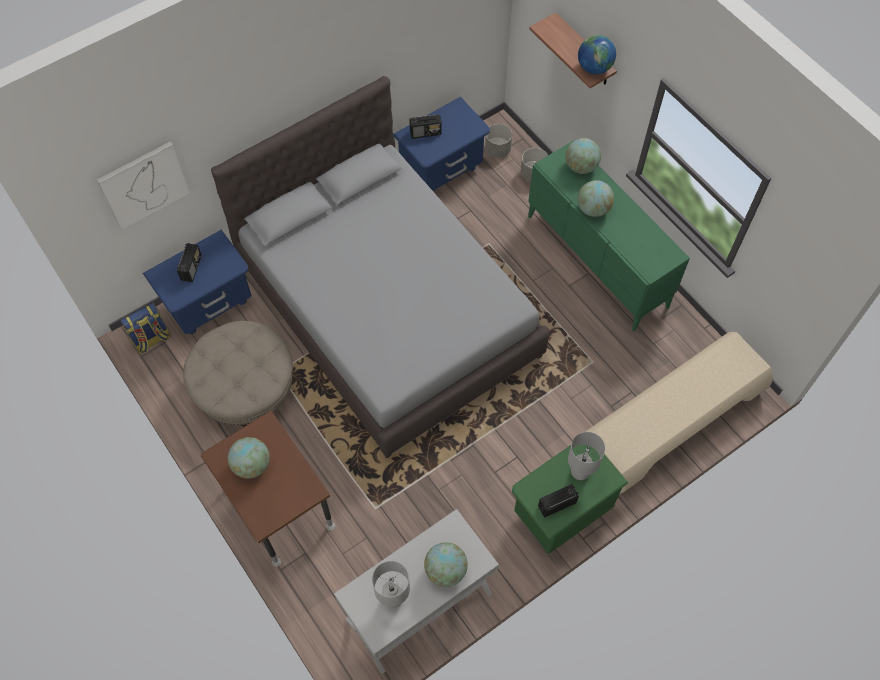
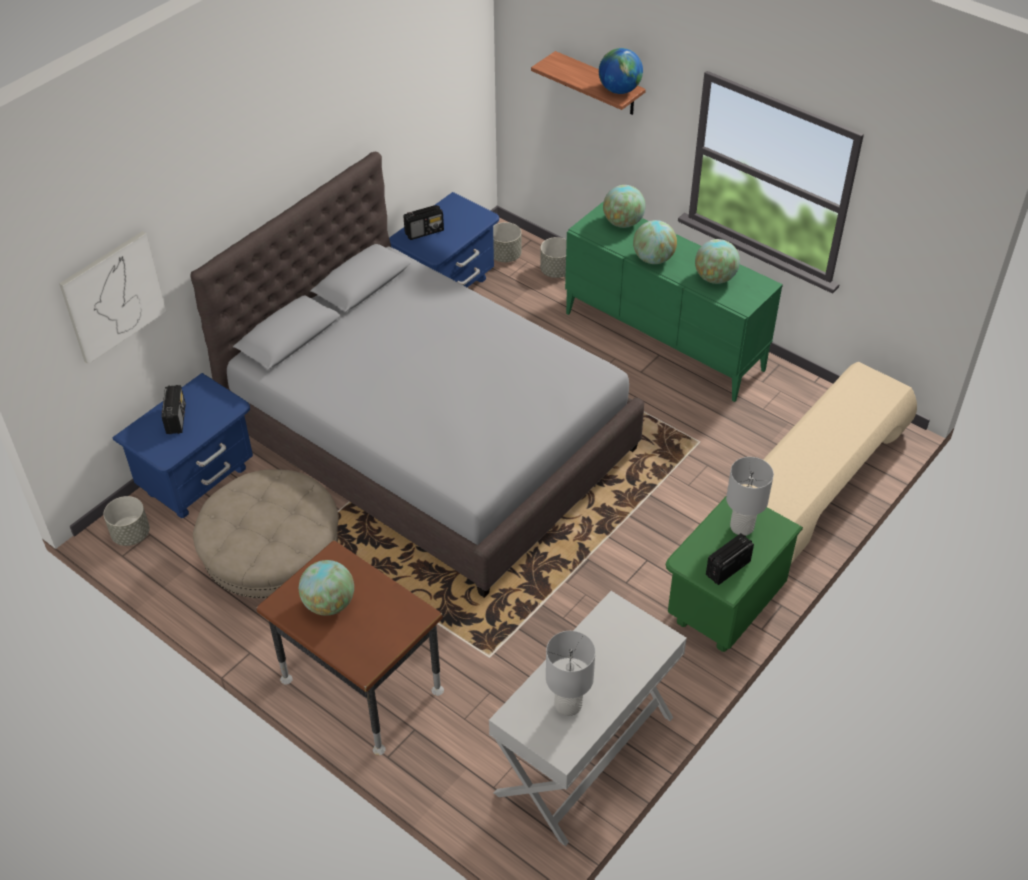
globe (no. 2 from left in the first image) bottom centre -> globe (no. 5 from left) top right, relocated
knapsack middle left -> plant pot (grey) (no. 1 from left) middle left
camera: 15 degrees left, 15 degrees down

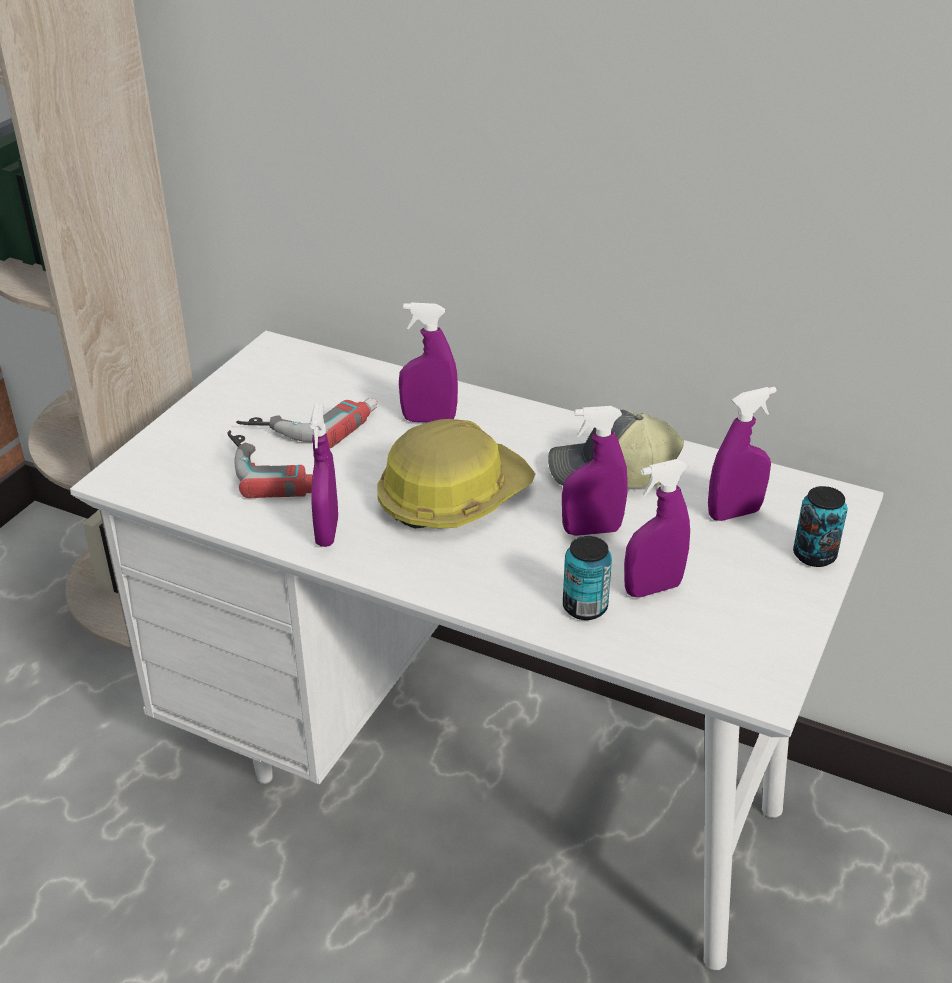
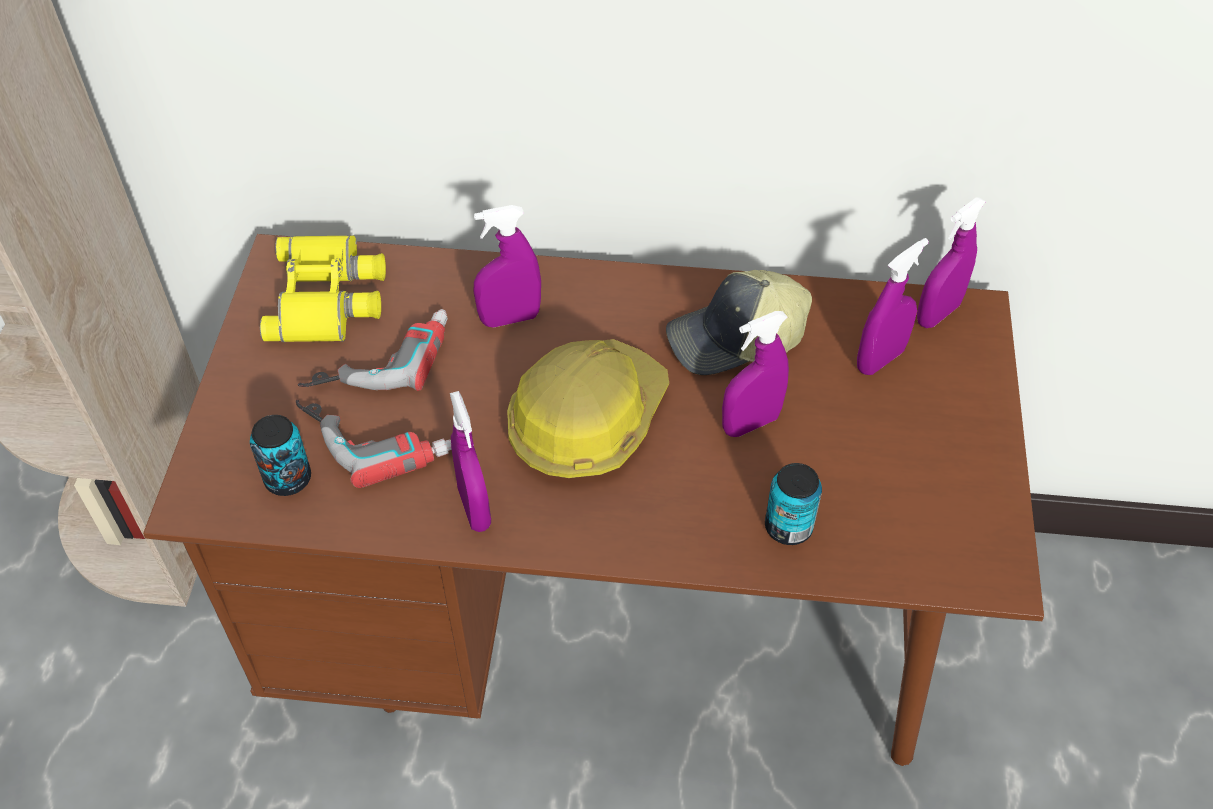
none -> field glasses (yellow-coloured) middle left
spray bottle (purplish) (no. 4 from left in the first image) middle right -> spray bottle (purplish) (no. 5 from left) top right, relocated
can (no. 2 from left in the first image) middle right -> can (no. 1 from left) middle left, relocated
desk unit (white-coloured) centre -> desk unit (brownish) centre
camera: 20 degrees left, 15 degrees up

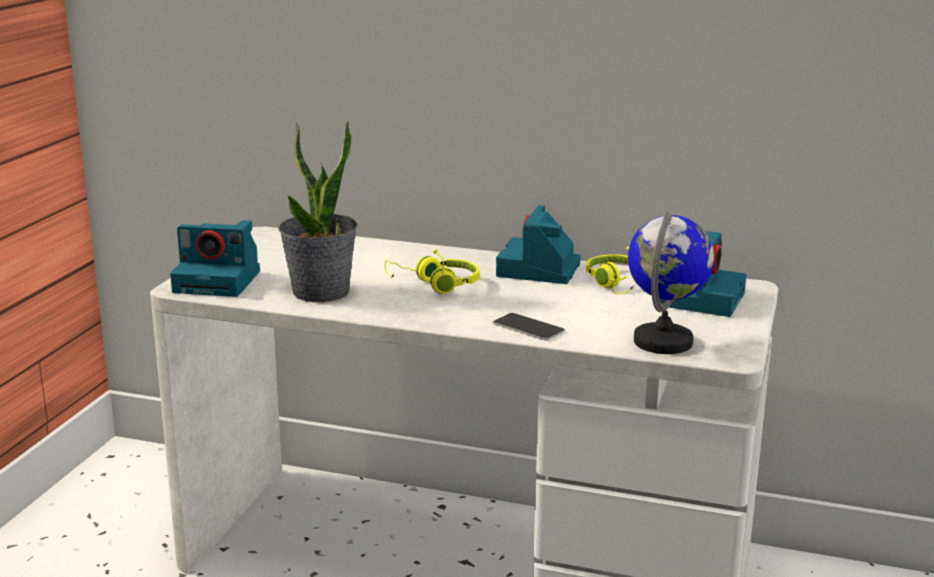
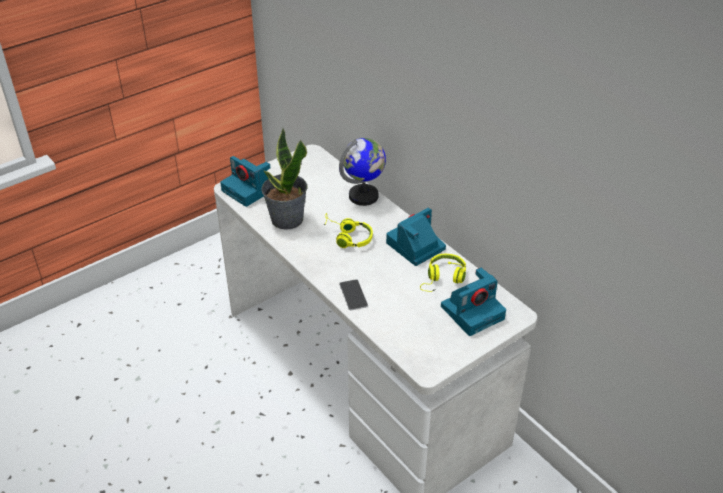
globe middle right -> globe centre, relocated
camera: 35 degrees right, 20 degrees up

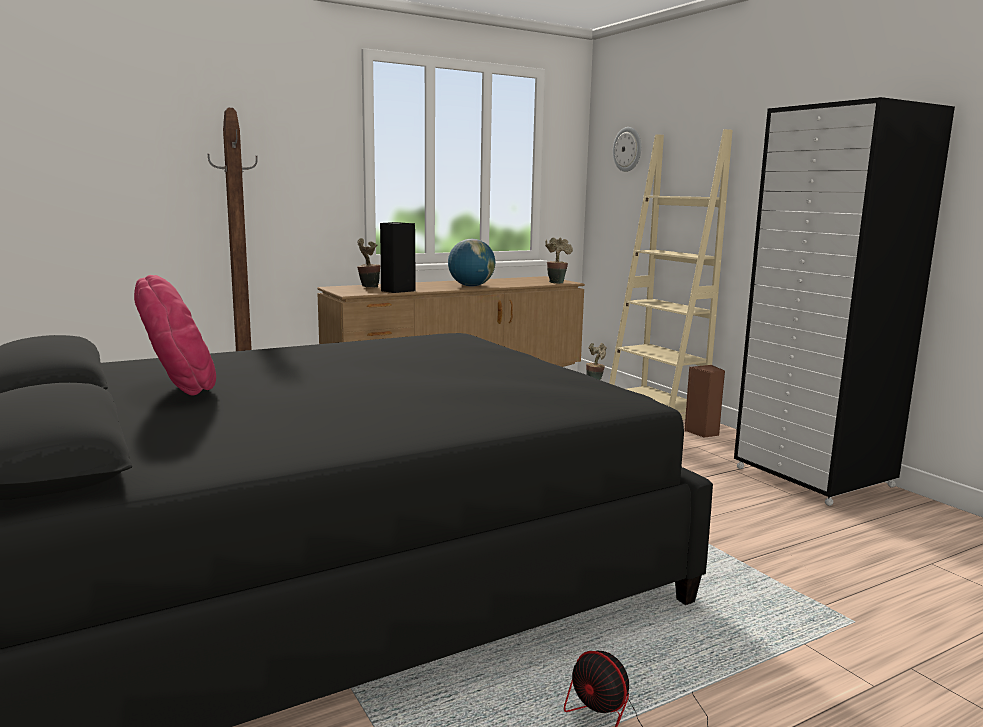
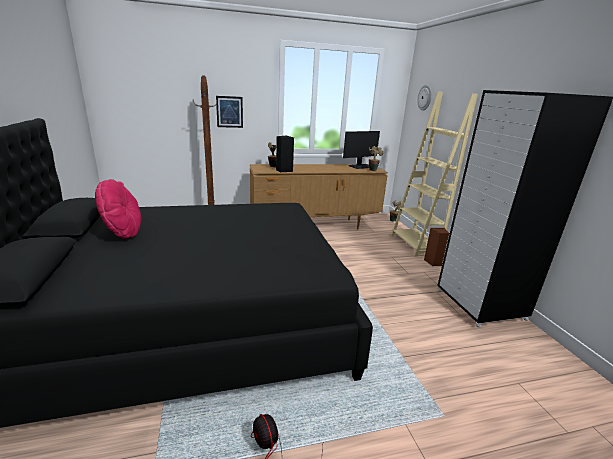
globe centre -> none
none -> wall picture top centre
none -> computer screen top centre
camera: 15 degrees right, 10 degrees up

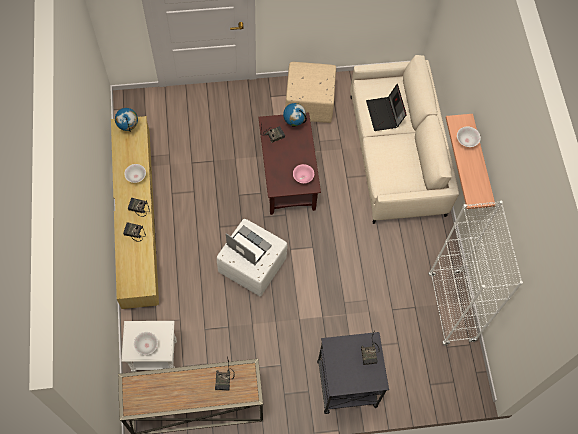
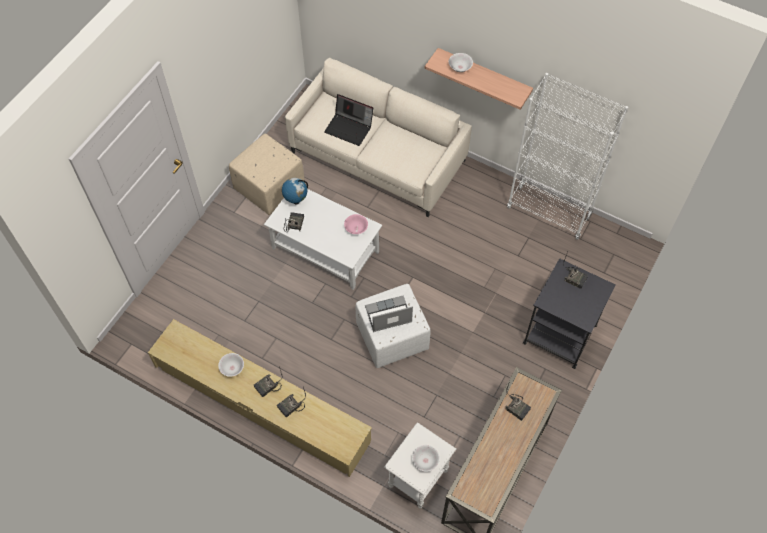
globe (no. 1 from left) top left -> none
coffee table (brownish) centre -> coffee table (white-coloured) centre
camera: 50 degrees left, 5 degrees down

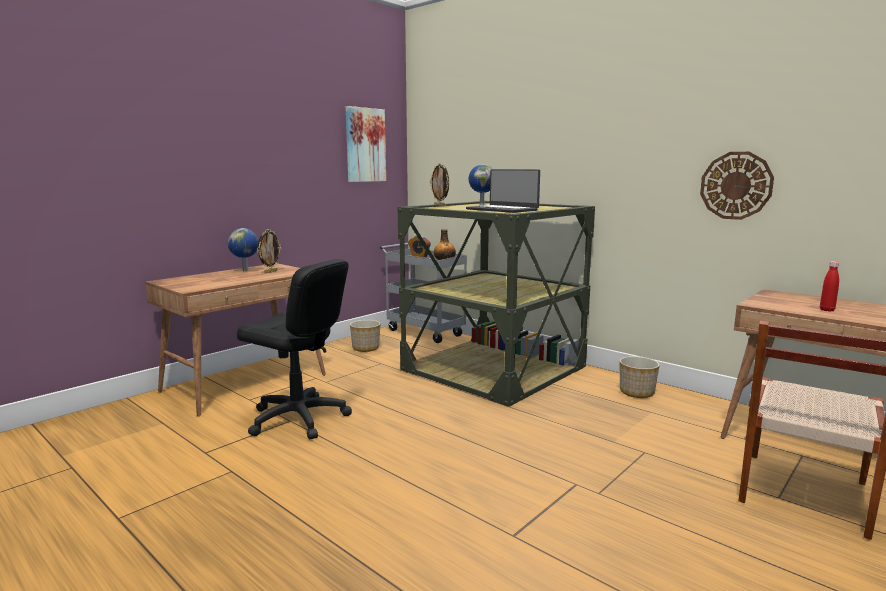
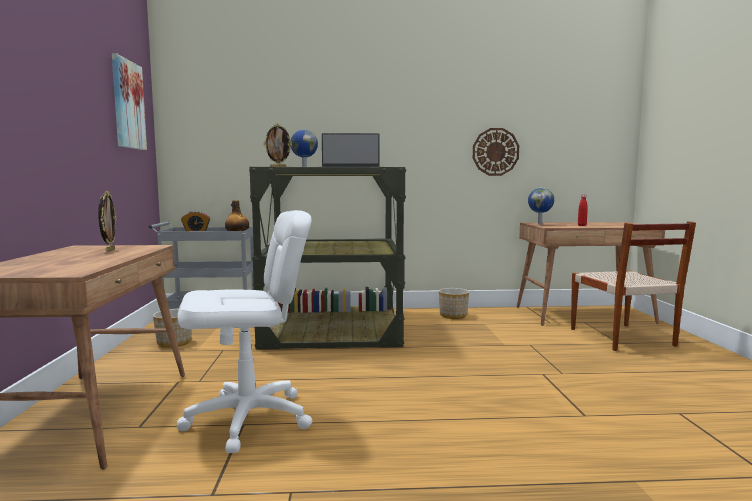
globe (no. 1 from left in the first image) middle left -> globe (no. 2 from left) middle right, relocated
computer chair (black) middle left -> computer chair (white-coloured) middle left
camera: 45 degrees left, 5 degrees down

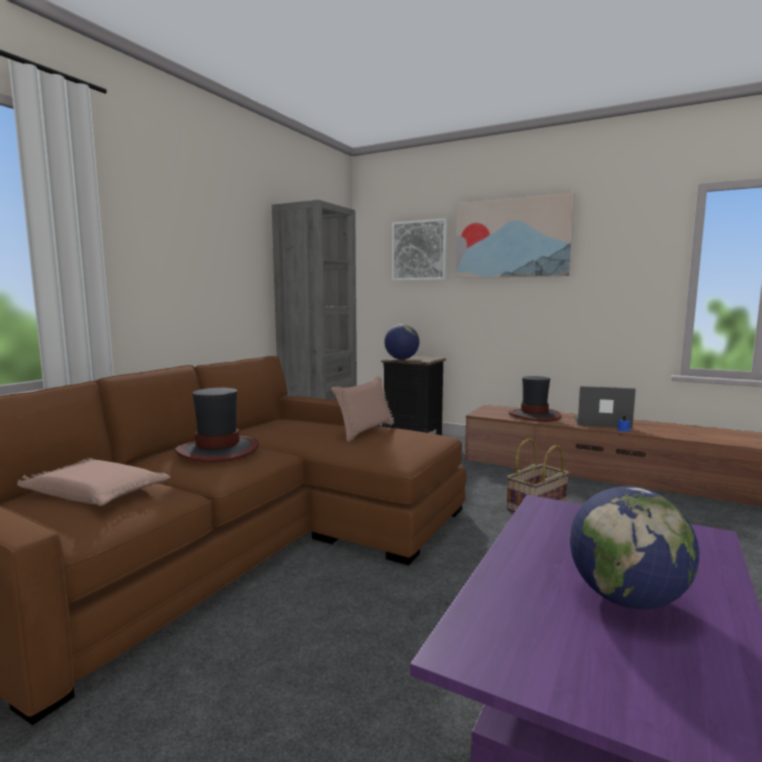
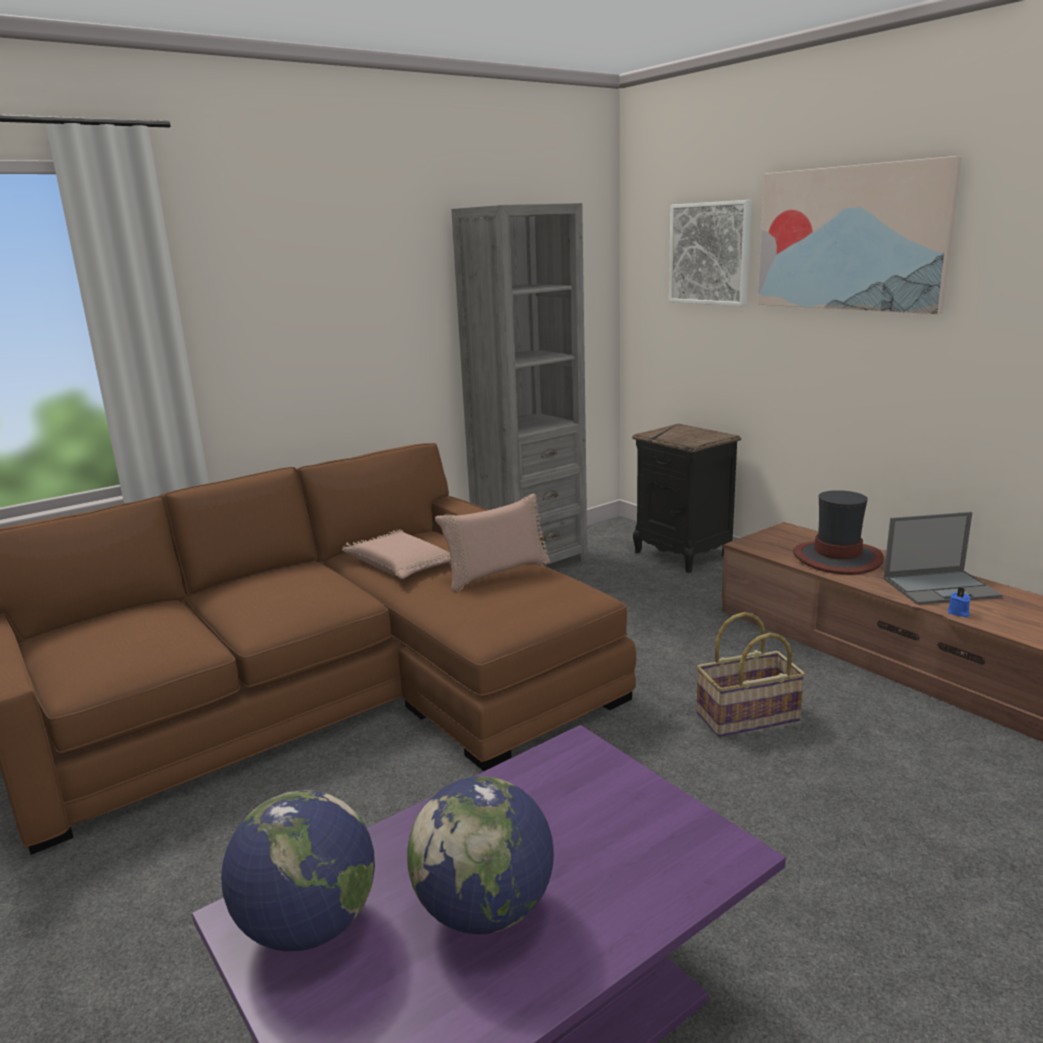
clothing hat (no. 1 from left) middle left -> none
throw pillow (sand-coloured) (no. 1 from left) middle left -> throw pillow (sand-coloured) (no. 1 from left) centre, relocated
globe (no. 1 from left) centre -> globe (no. 1 from left) bottom left, relocated
laptop middle right, 135 degrees clockwise
camera: 25 degrees right, 10 degrees up

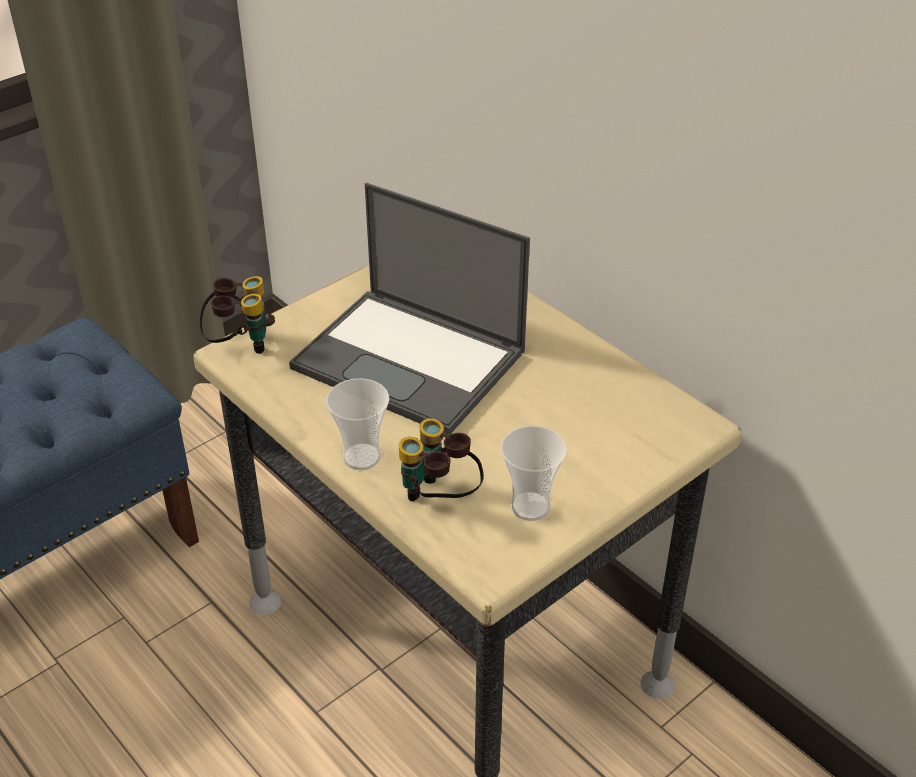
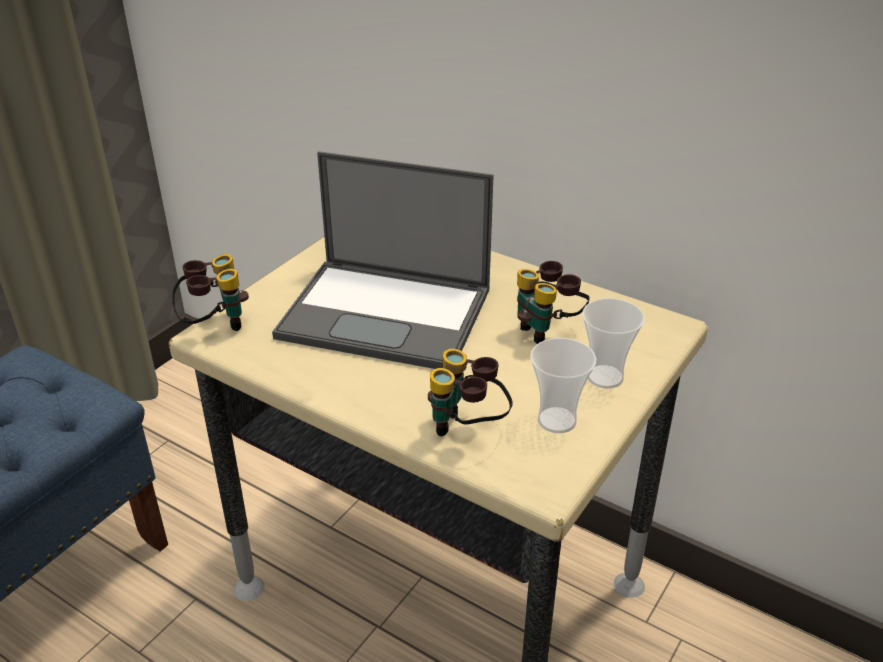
none -> field glasses (no. 3 from left) centre
cup (no. 1 from left in the first image) centre -> cup (no. 2 from left) middle right, relocated
camera: 15 degrees left, 5 degrees down

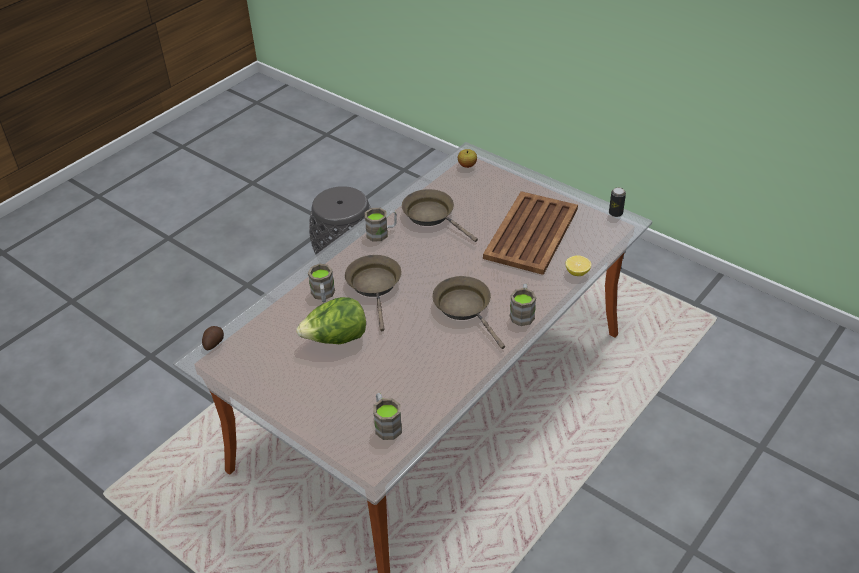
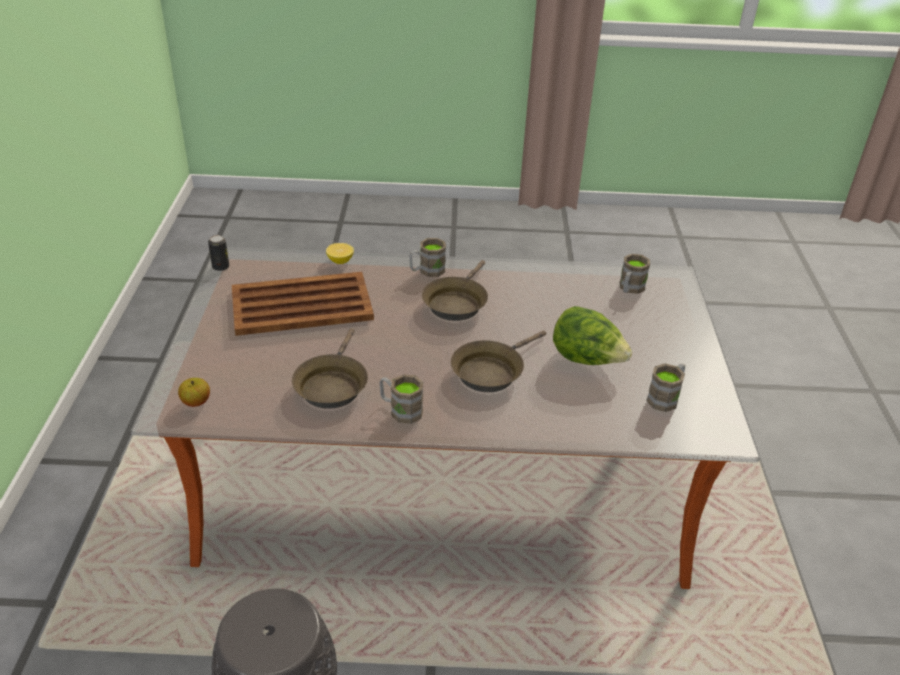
whole potato middle left -> none
mug (brownish) (no. 1 from left in the first image) centre -> mug (brownish) (no. 4 from left) middle right, relocated
camera: 130 degrees left, 5 degrees down

